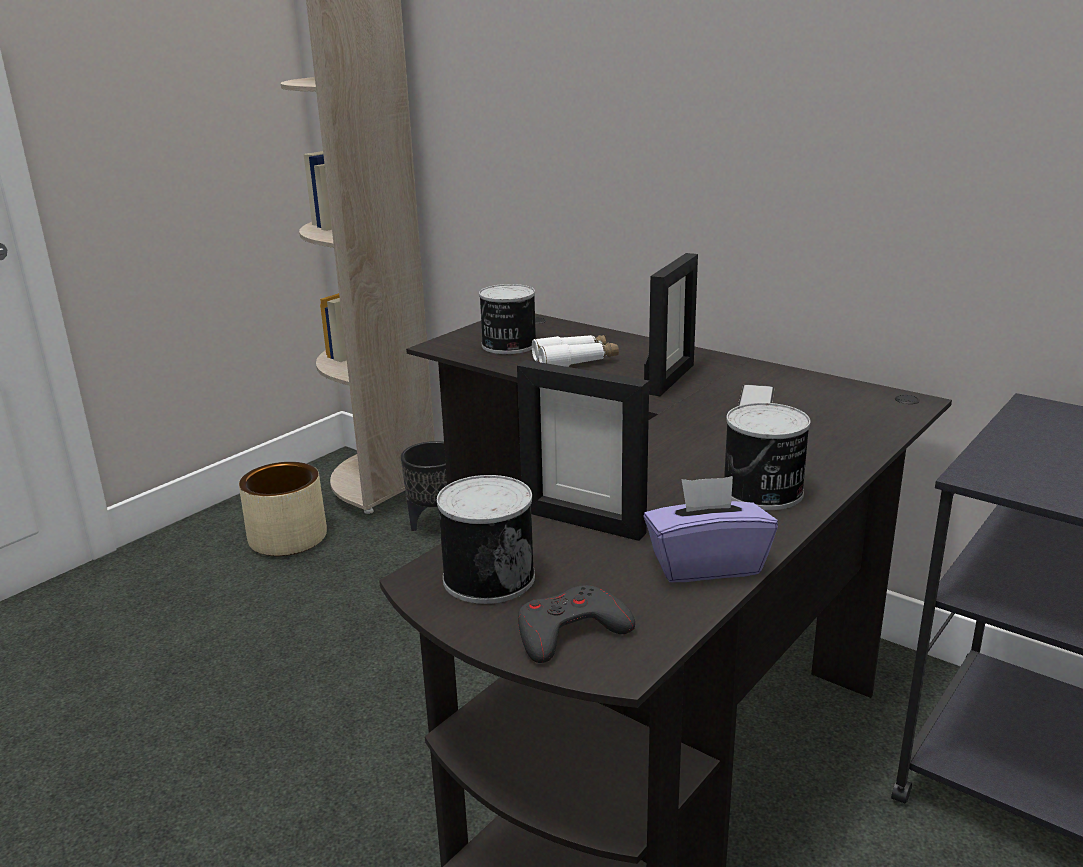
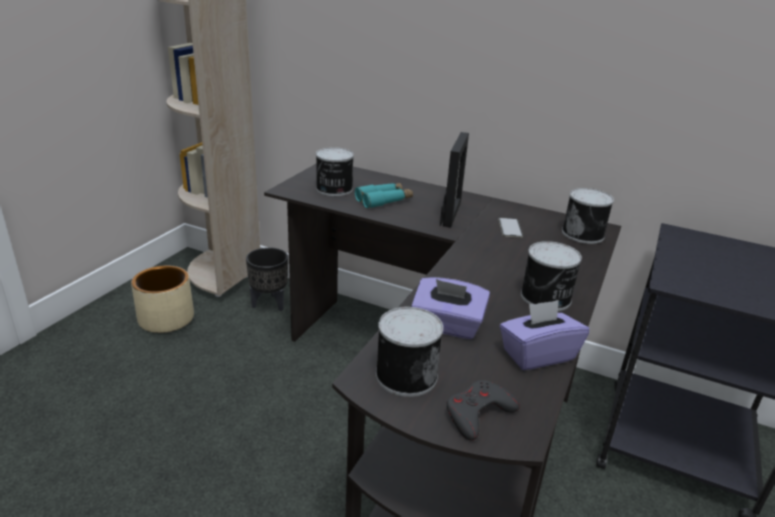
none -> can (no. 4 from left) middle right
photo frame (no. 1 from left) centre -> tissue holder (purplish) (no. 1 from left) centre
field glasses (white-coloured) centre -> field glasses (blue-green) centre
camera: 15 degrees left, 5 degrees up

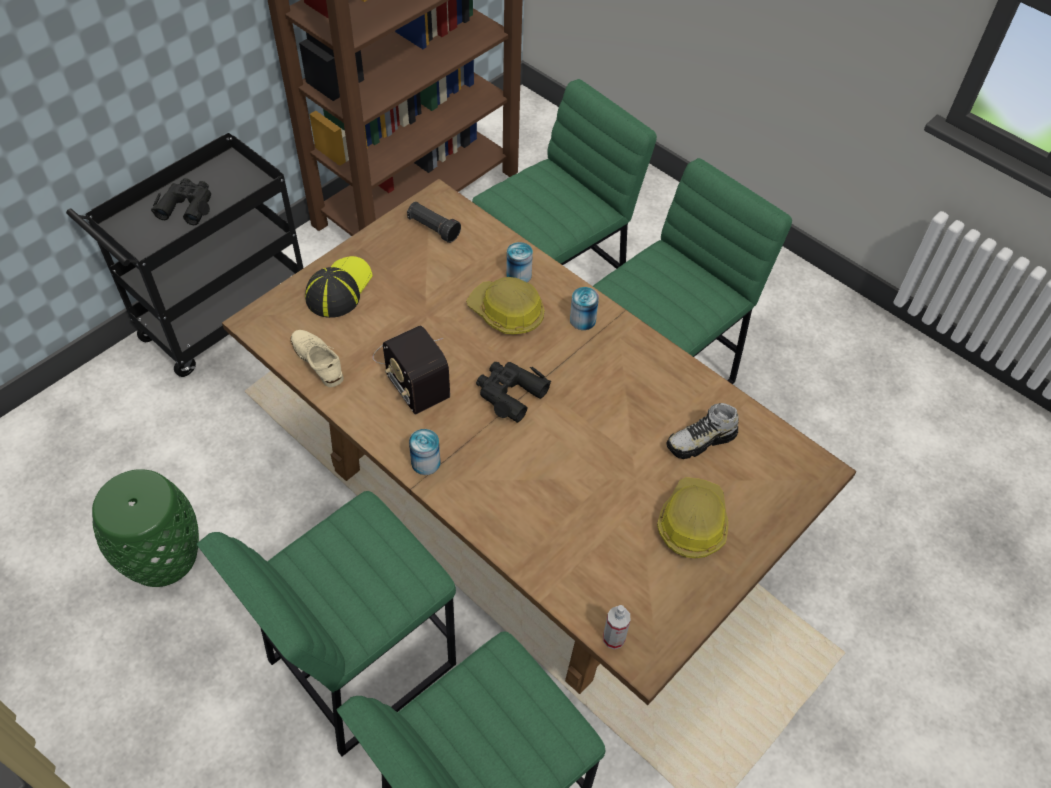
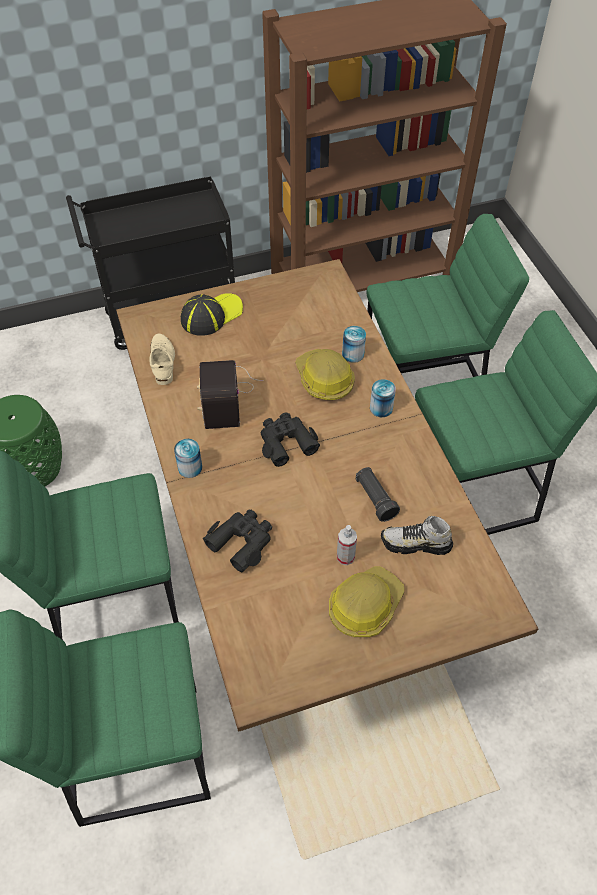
field glasses (black) (no. 1 from left) top left -> field glasses (black) (no. 1 from left) centre, relocated
hand torch (black) top centre -> hand torch (black) centre, relocated
spray bottle bottom centre -> spray bottle centre, relocated
camera: 30 degrees right, 0 degrees up

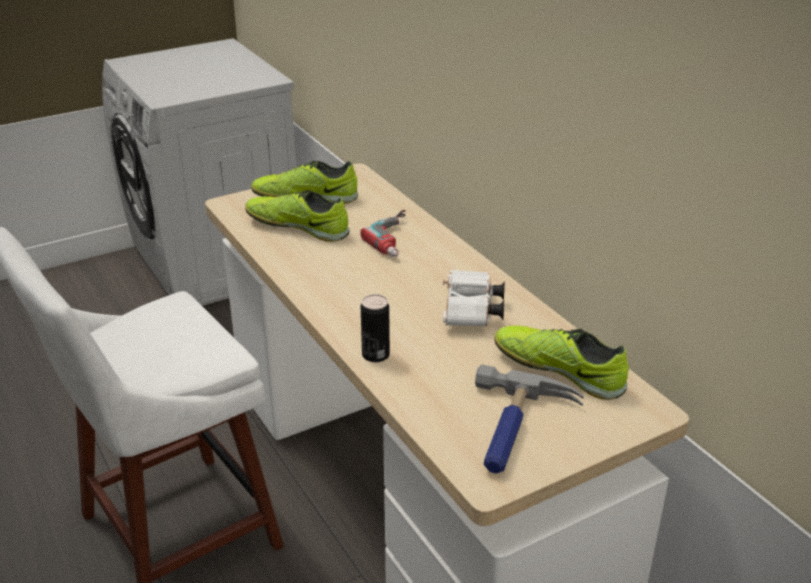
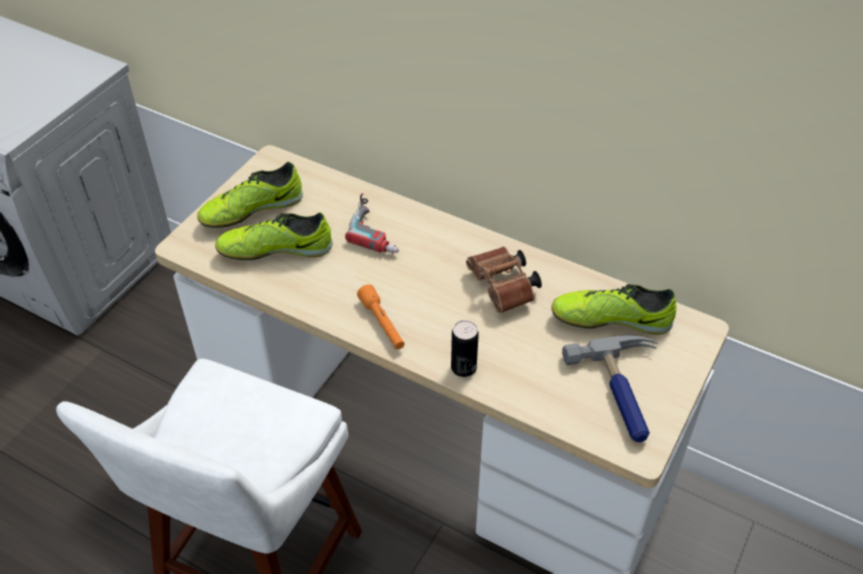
none -> hand torch (orange-coloured) centre
field glasses (white-coloured) centre -> field glasses (brownish) centre
camera: 30 degrees left, 15 degrees up

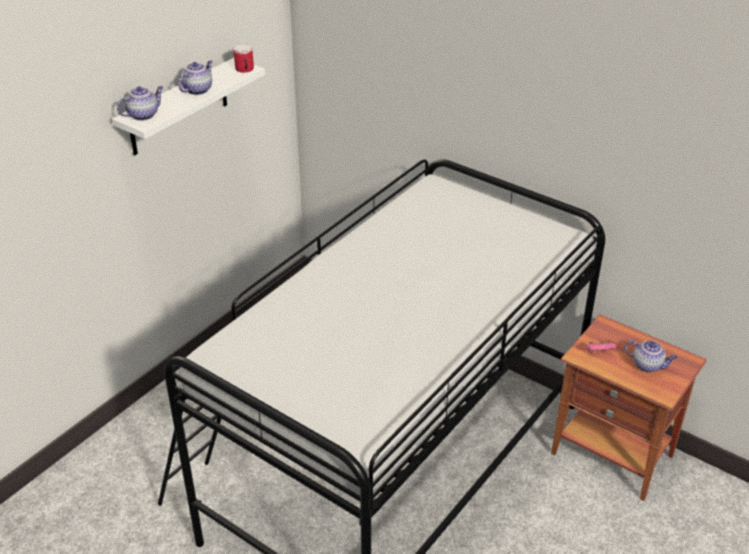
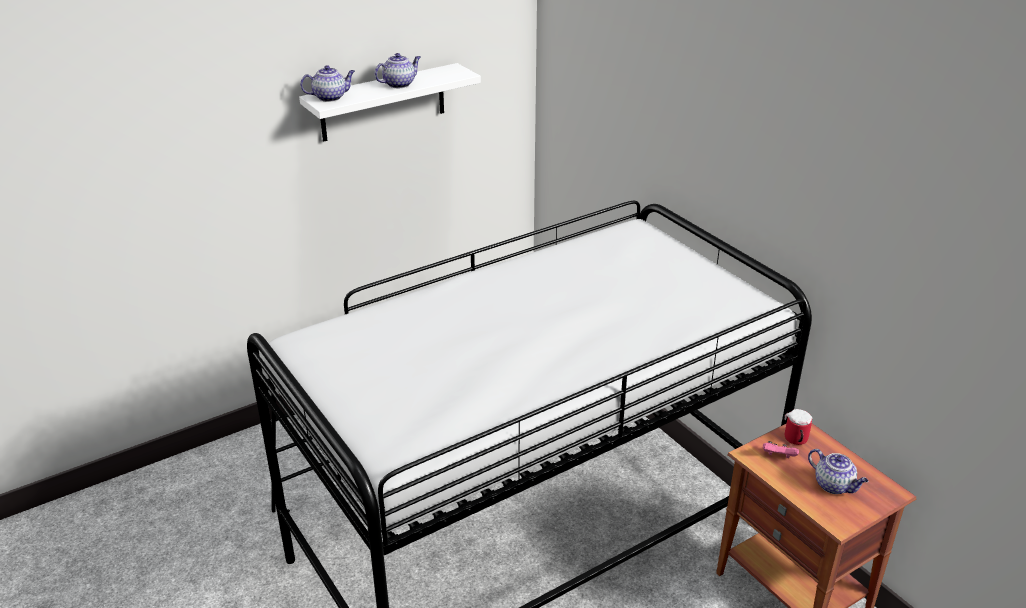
mug top left -> mug bottom right, relocated
camera: 20 degrees right, 5 degrees down

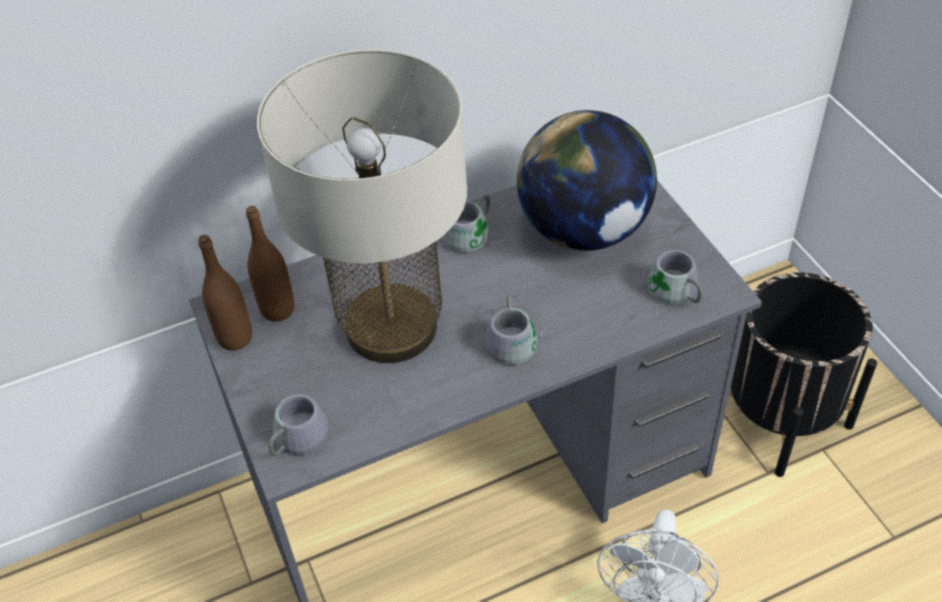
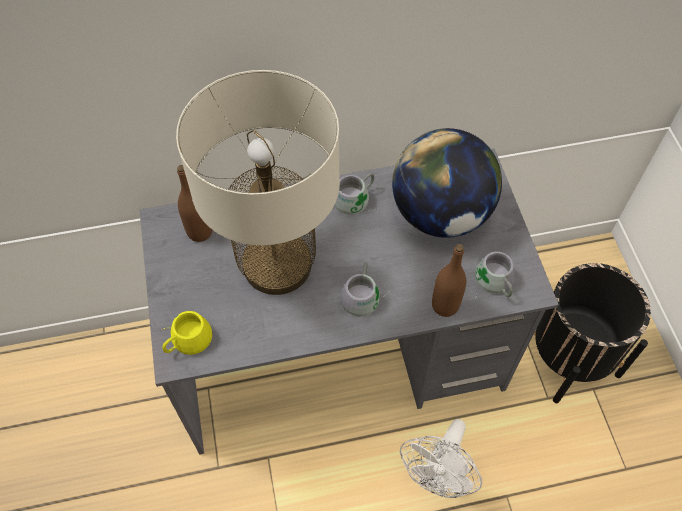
beverage bottle (brownish) (no. 1 from left in the first image) middle left -> beverage bottle (brownish) (no. 2 from left) centre, relocated
mug (grey) (no. 1 from left) bottom left -> mug (yellow-coloured) middle left
camera: 10 degrees right, 10 degrees up

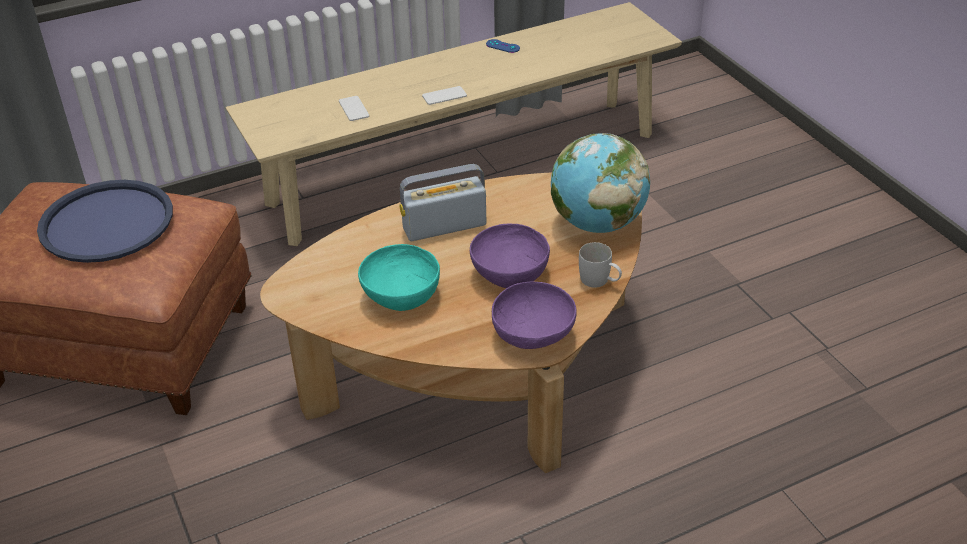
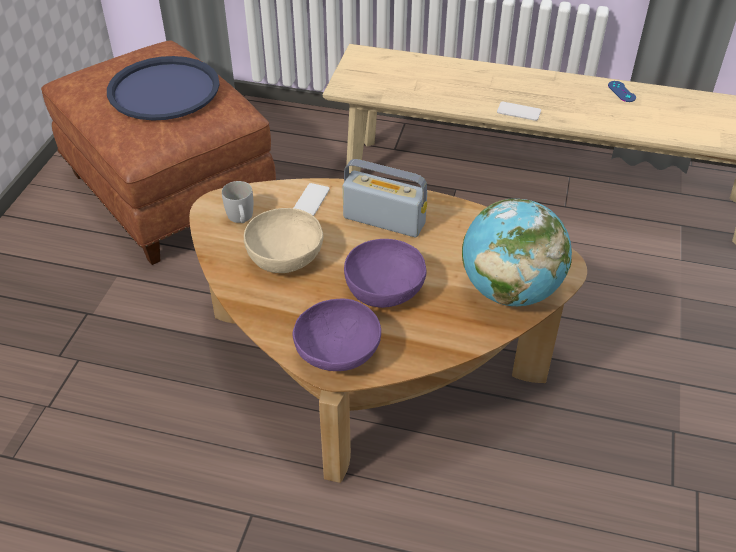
phone (no. 1 from left) top centre -> phone (no. 1 from left) centre, relocated
mug (white-coloured) centre -> mug (white-coloured) middle left, relocated
deep dish (blue-green) centre -> deep dish (sand-coloured) centre
camera: 40 degrees right, 5 degrees up

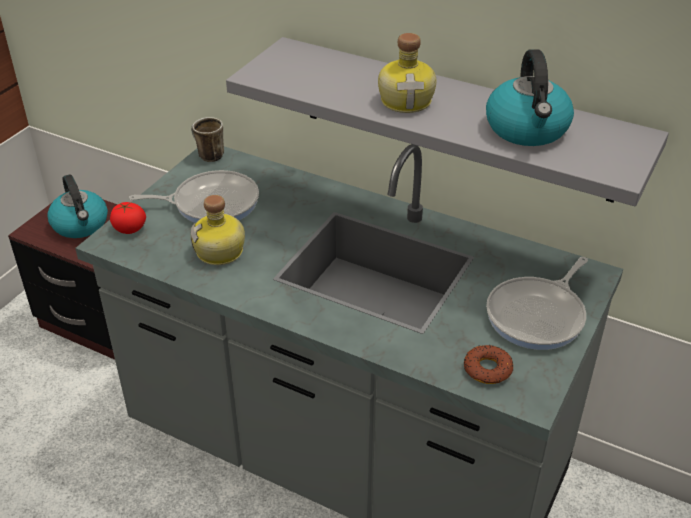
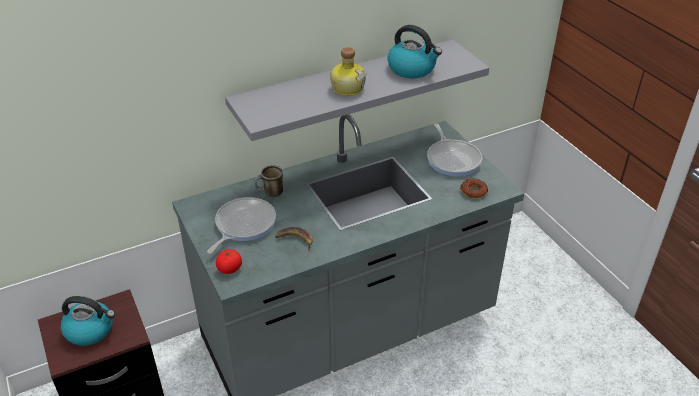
mug top left -> mug centre, relocated
beverage bottle (no. 1 from left) middle left -> banana centre
camera: 55 degrees left, 0 degrees up

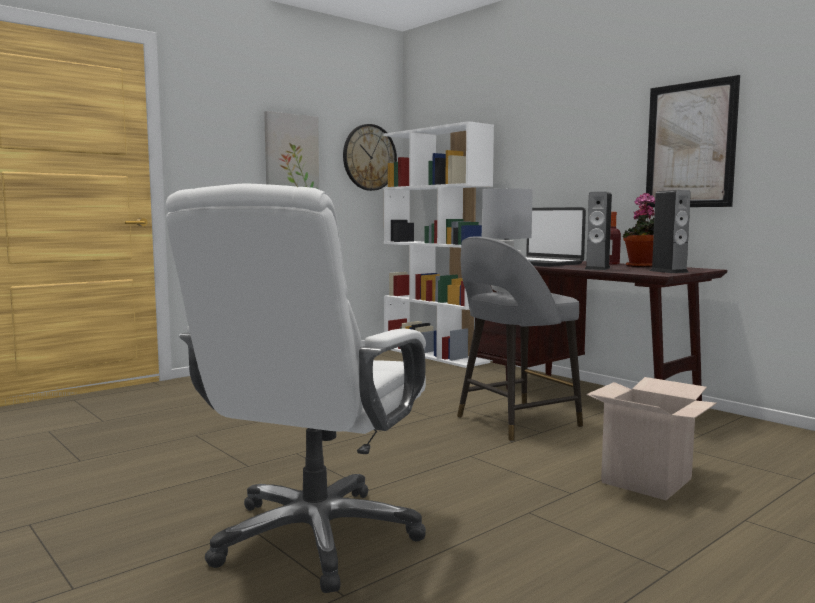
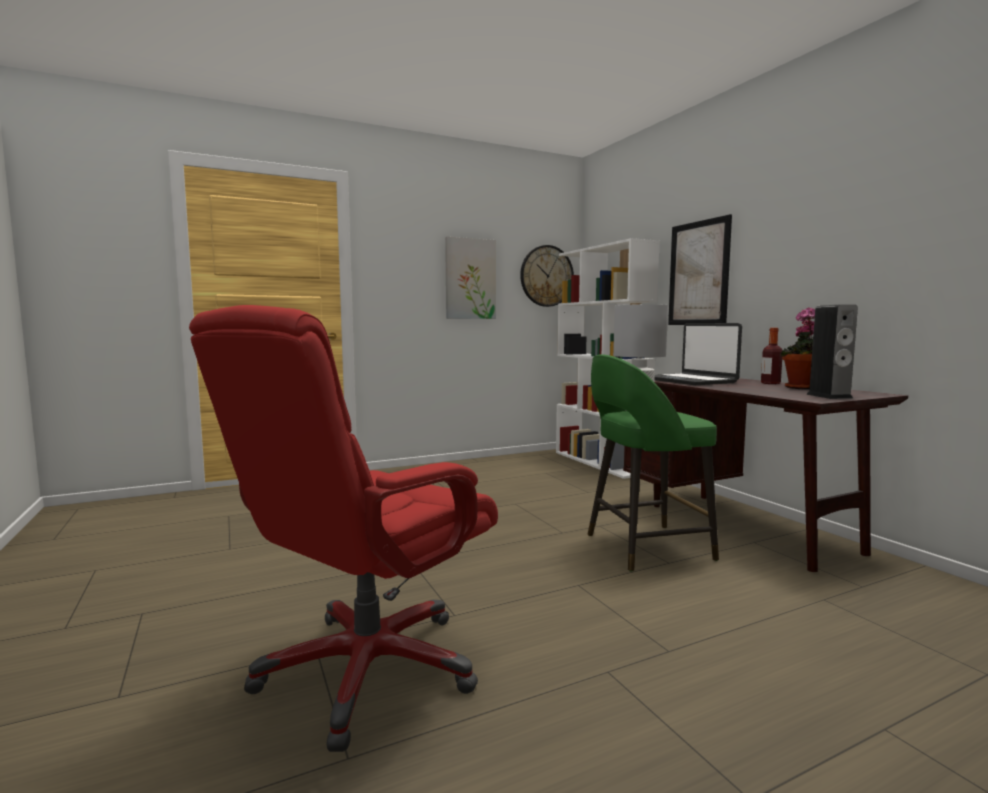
speaker (no. 1 from left) middle right -> none
carton bottom right -> none
wall picture (no. 2 from left) top right -> wall picture (no. 2 from left) middle right, relocated
computer chair (white-coloured) centre -> computer chair (reddish) centre
stool seat (grey) centre -> stool seat (green) centre
camera: 15 degrees right, 0 degrees up

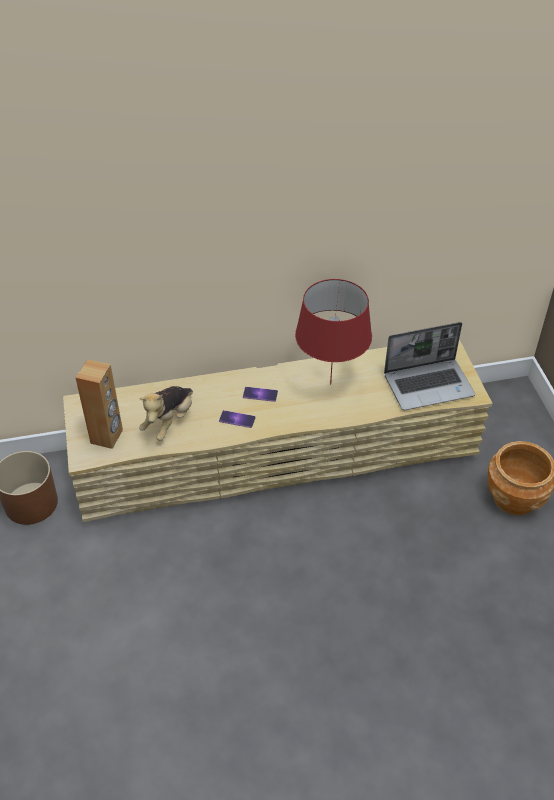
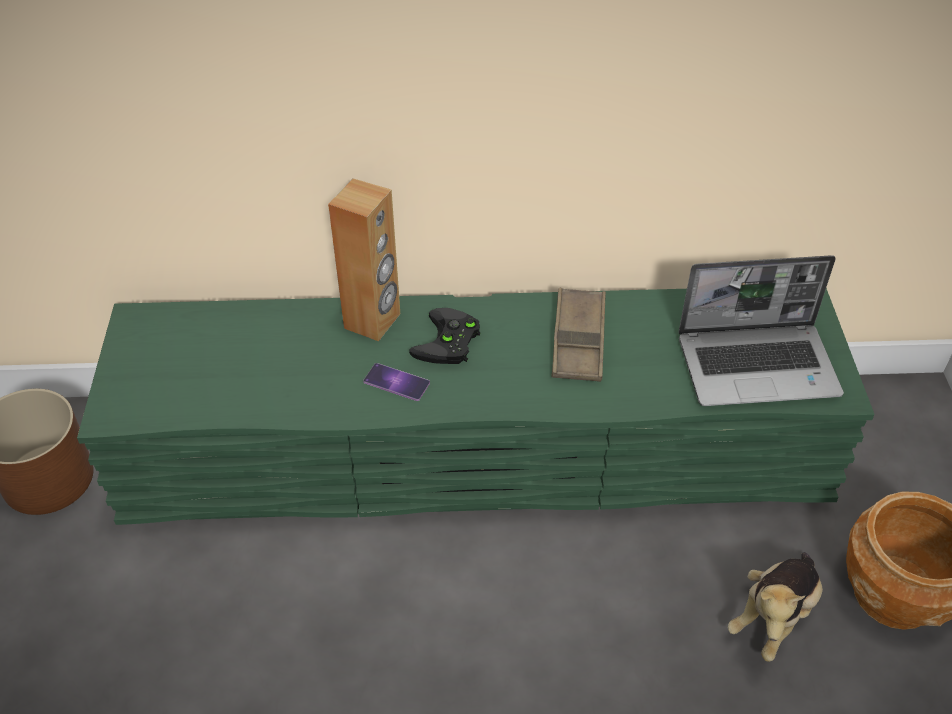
speaker (brownish) middle left -> speaker (brownish) centre, relocated
plush toy middle left -> plush toy bottom right, relocated
phone (no. 2 from left) centre -> gamepad (black) centre
tabletop lamp (reddish) centre -> serving tray (brownish) centre
tv stand (sand-coloured) centre -> tv stand (green) centre
camera: 10 degrees right, 0 degrees up

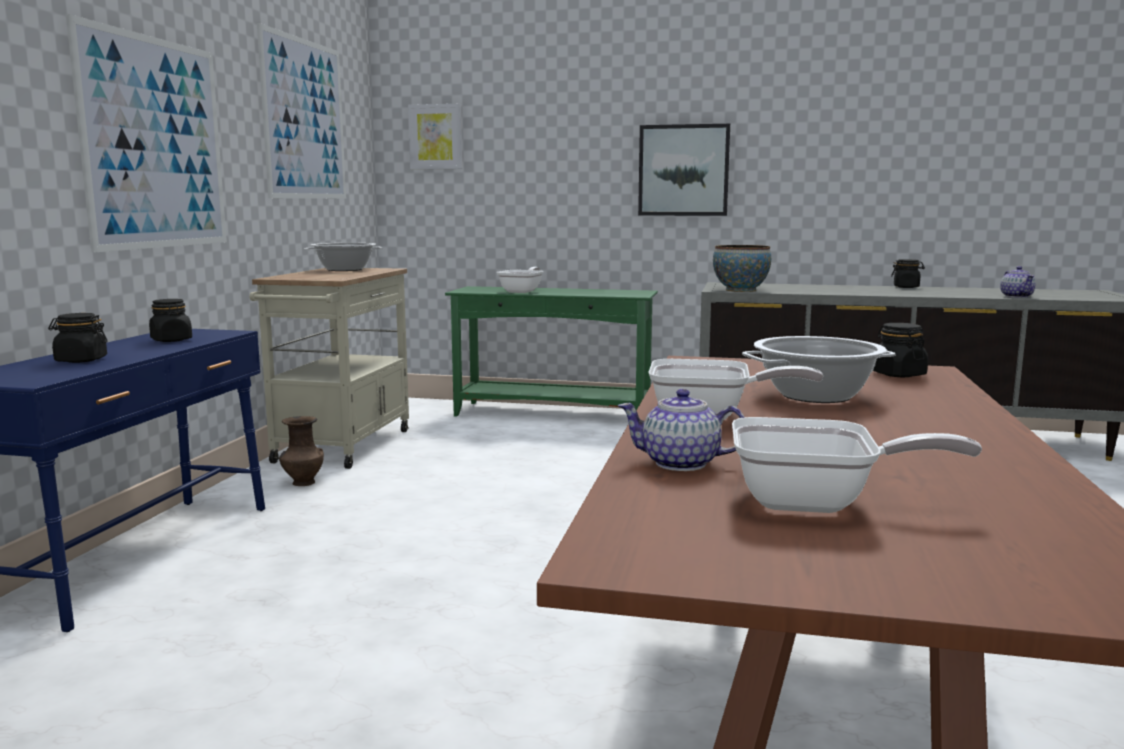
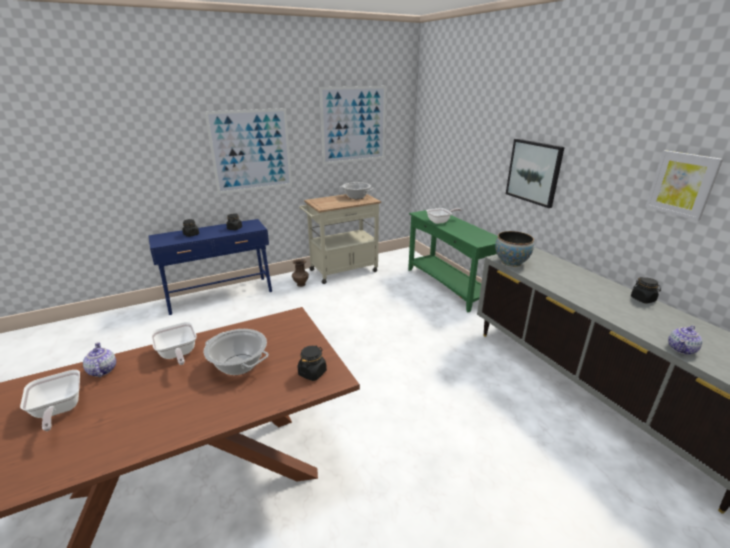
wall picture (no. 3 from left in the first image) top centre -> wall picture (no. 4 from left) middle right, relocated
camera: 50 degrees right, 15 degrees up

